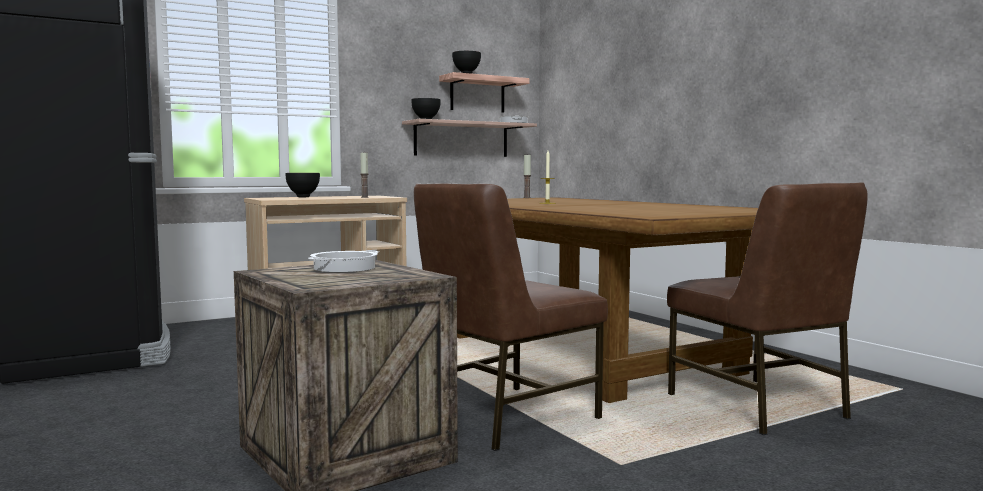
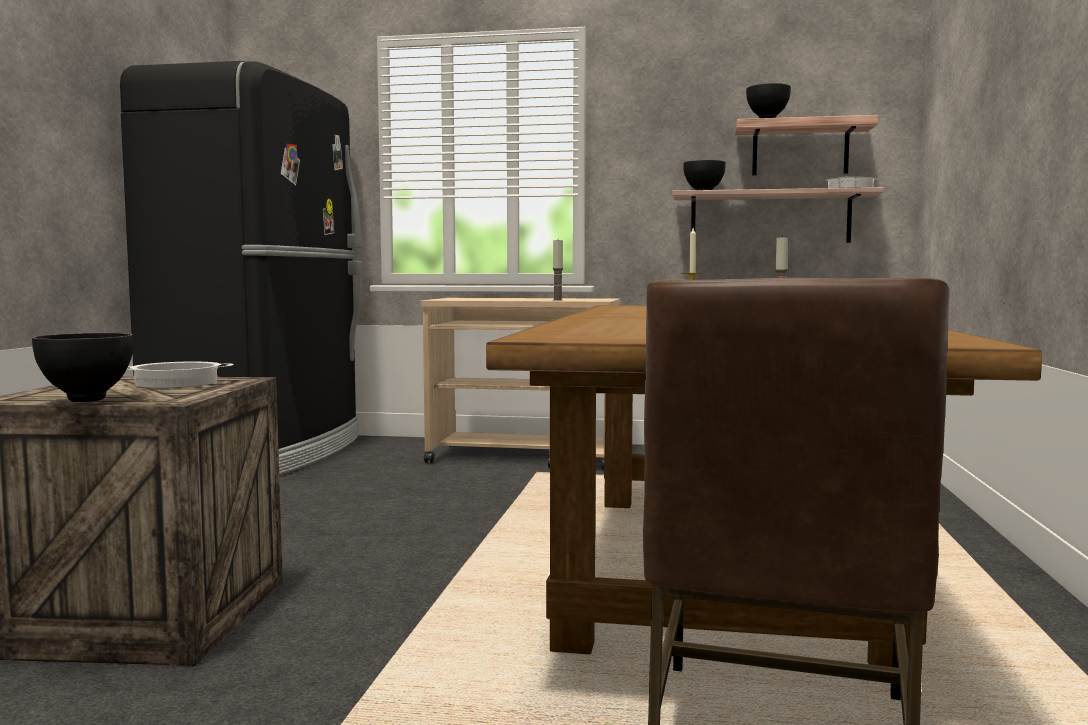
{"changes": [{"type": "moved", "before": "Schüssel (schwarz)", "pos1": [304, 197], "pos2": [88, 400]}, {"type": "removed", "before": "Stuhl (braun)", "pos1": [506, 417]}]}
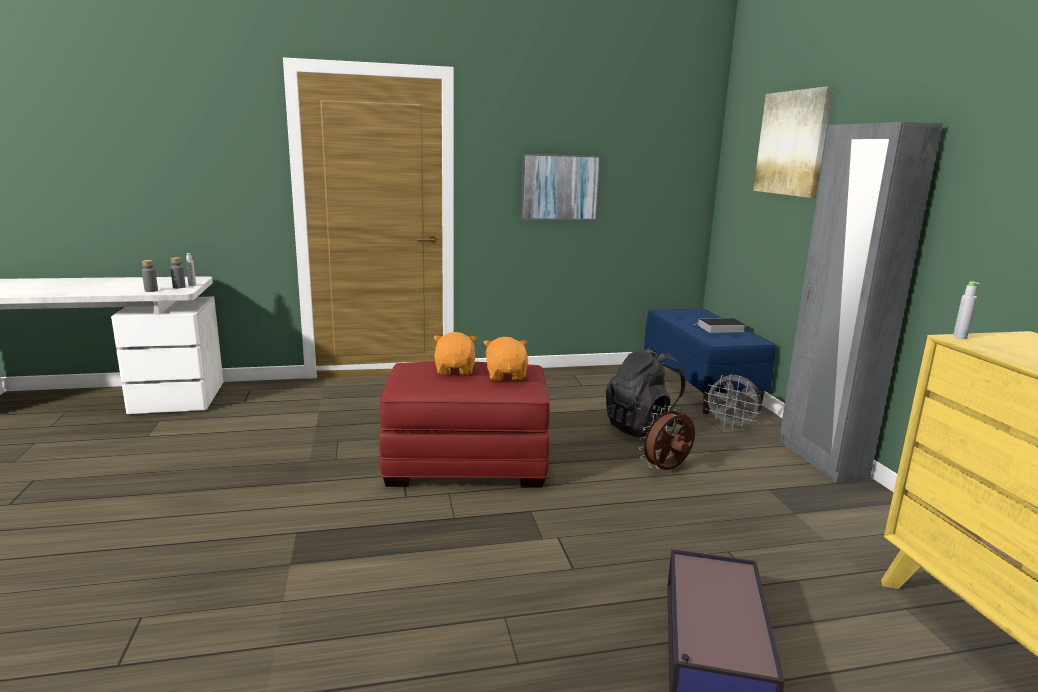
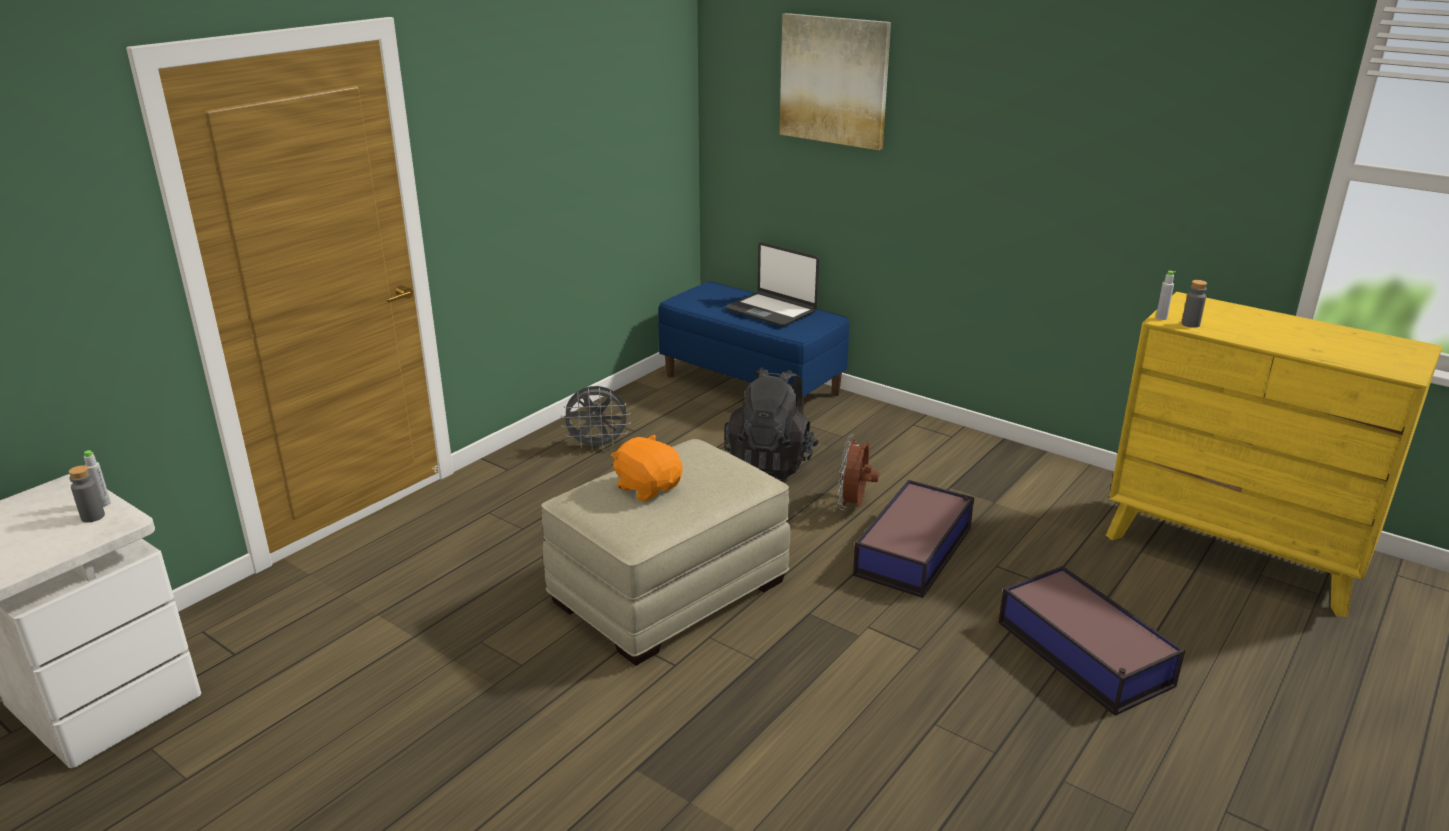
{"changes": [{"type": "moved", "before": "Flasche (grau)", "pos1": [151, 290], "pos2": [1190, 324]}, {"type": "recoloured", "before": "Polsterhocker (rot)", "after": "Polsterhocker (beige)", "pos1": [465, 462], "pos2": [669, 592]}, {"type": "removed", "before": "Plüschtier (orange)", "pos1": [506, 376]}, {"type": "removed", "before": "Bild", "pos1": [559, 187]}, {"type": "replaced", "before": "Buch", "after": "Laptop", "pos1": [719, 328], "pos2": [771, 310]}, {"type": "moved", "before": "Ventilator (grau)", "pos1": [731, 426], "pos2": [598, 446]}, {"type": "removed", "before": "Kleiderschrank (grau)", "pos1": [821, 460]}, {"type": "added", "after": "Aufbewahrungsbox", "pos2": [915, 550]}]}
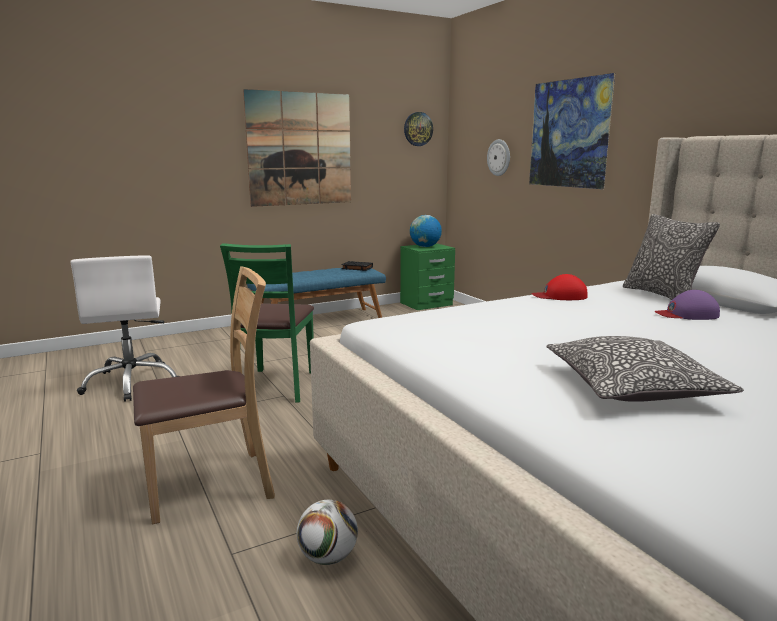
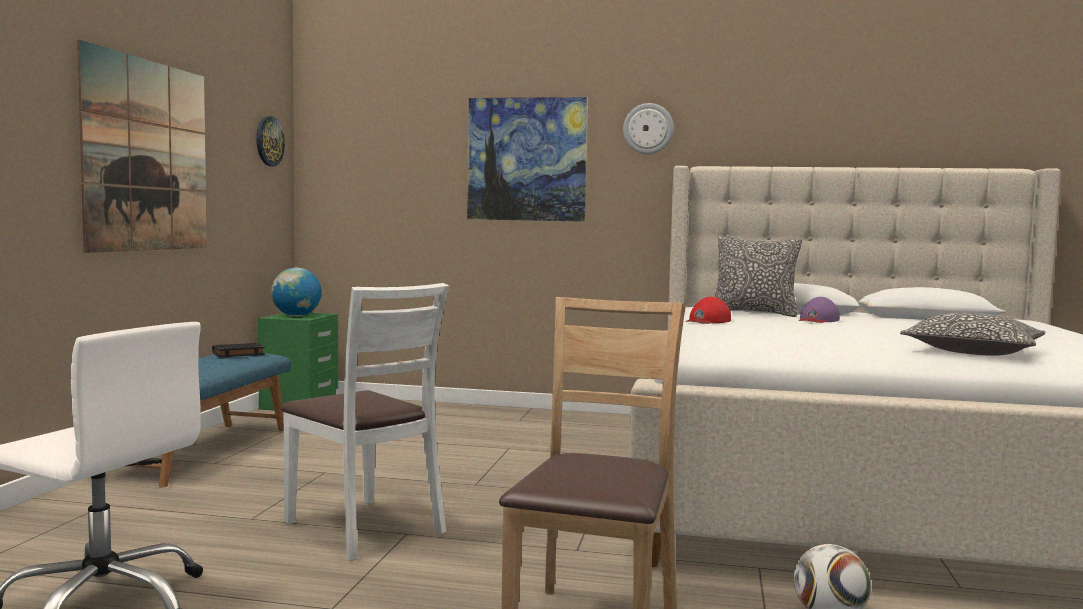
{"changes": [{"type": "recoloured", "before": "Stuhl (grün)", "after": "Stuhl (weiß)", "pos1": [276, 385], "pos2": [364, 528]}, {"type": "moved", "before": "Wanduhr", "pos1": [499, 157], "pos2": [648, 129]}]}
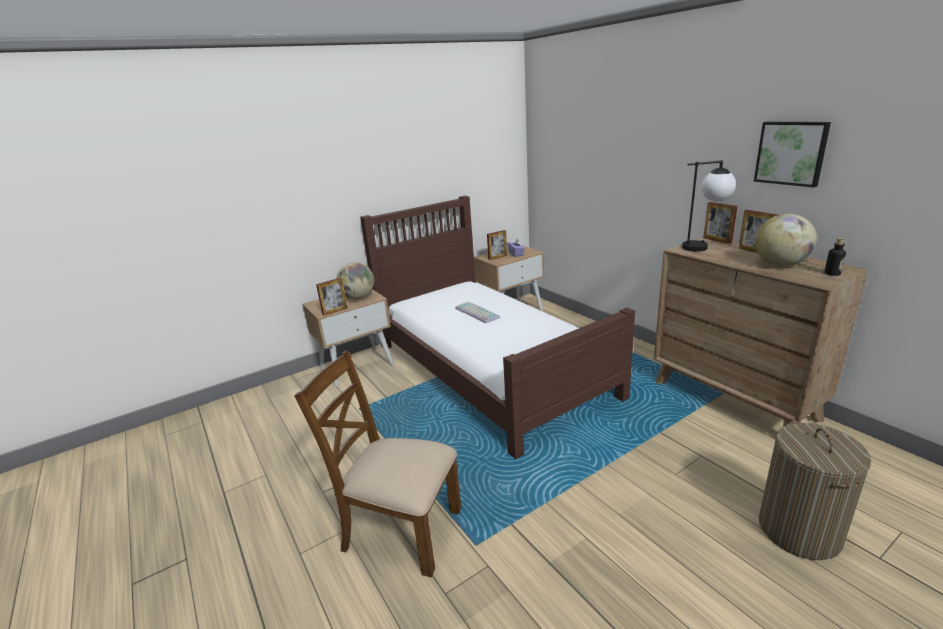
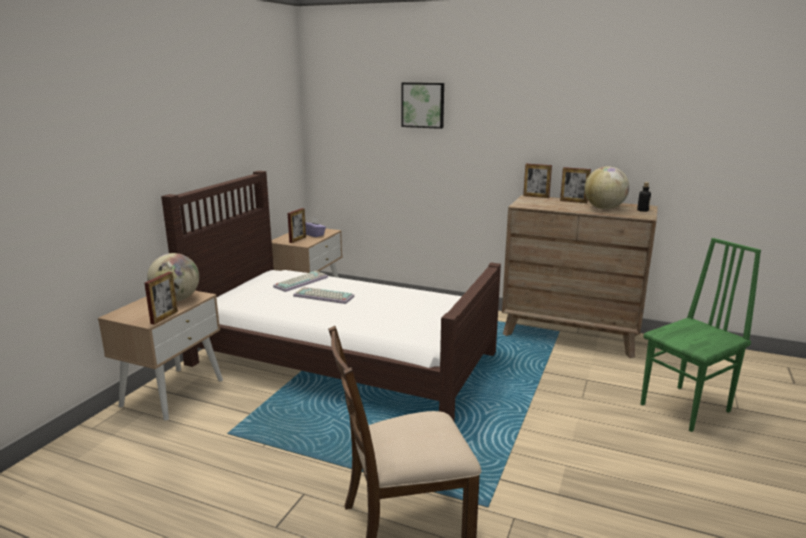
{"changes": [{"type": "removed", "before": "Tischlampe", "pos1": [704, 246]}, {"type": "moved", "before": "Bild", "pos1": [791, 153], "pos2": [423, 105]}, {"type": "replaced", "before": "Wäschekorb", "after": "Stuhl (grün)", "pos1": [799, 531], "pos2": [686, 408]}, {"type": "added", "after": "Tastatur", "pos2": [301, 281]}]}
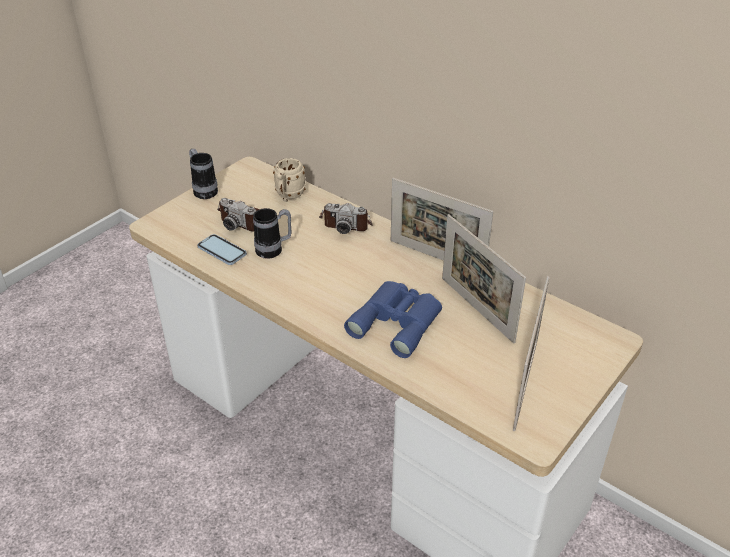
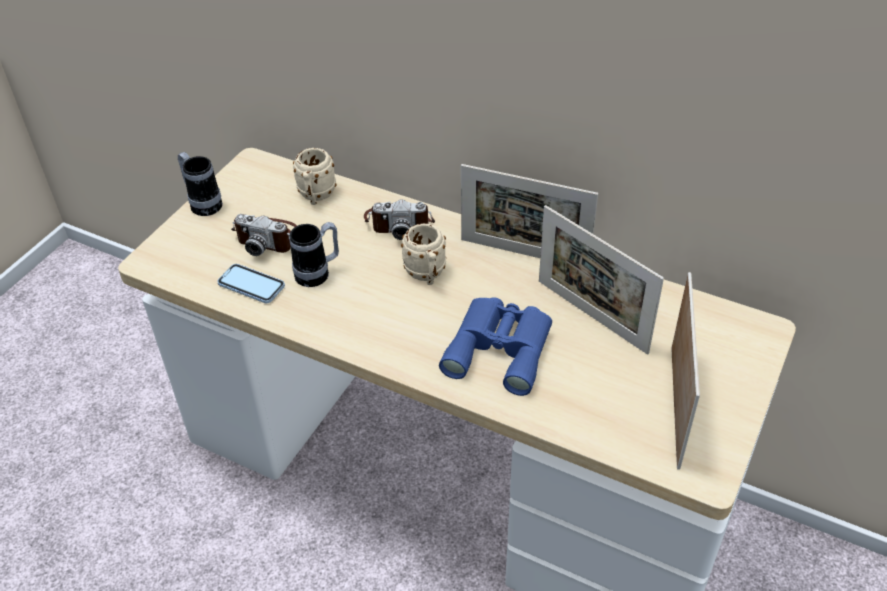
{"changes": [{"type": "added", "after": "Henkelbecher (beige)", "pos2": [427, 275]}]}
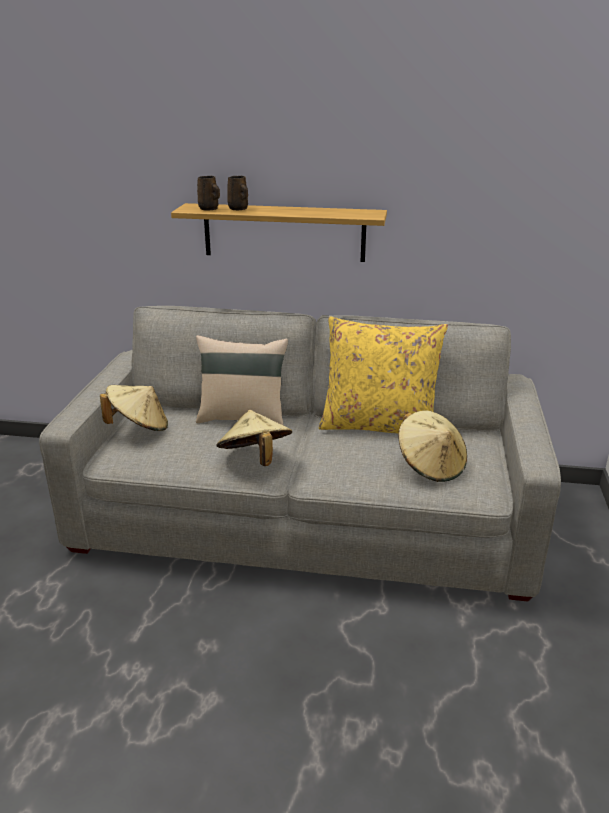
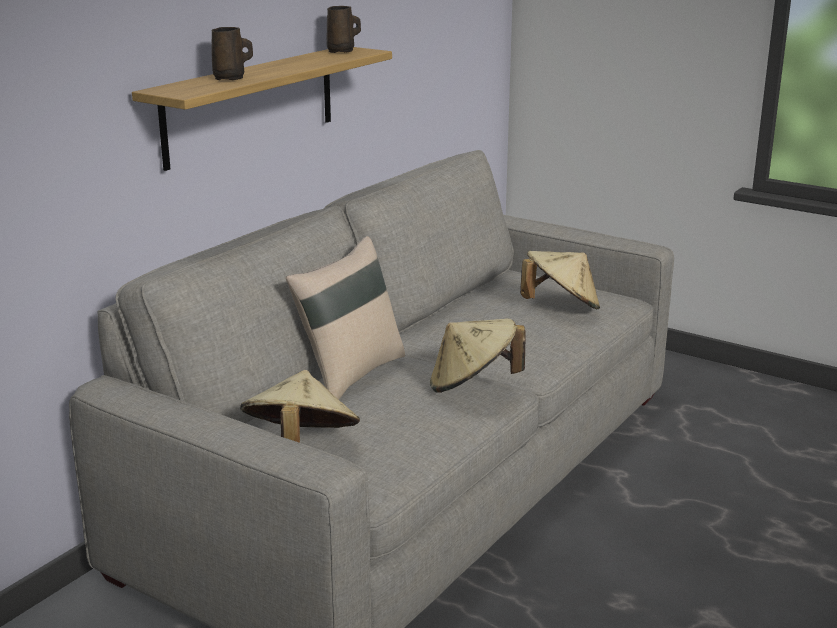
{"changes": [{"type": "moved", "before": "Henkelbecher (braun)", "pos1": [209, 209], "pos2": [342, 51]}, {"type": "removed", "before": "Kissen (gelb)", "pos1": [379, 425]}]}
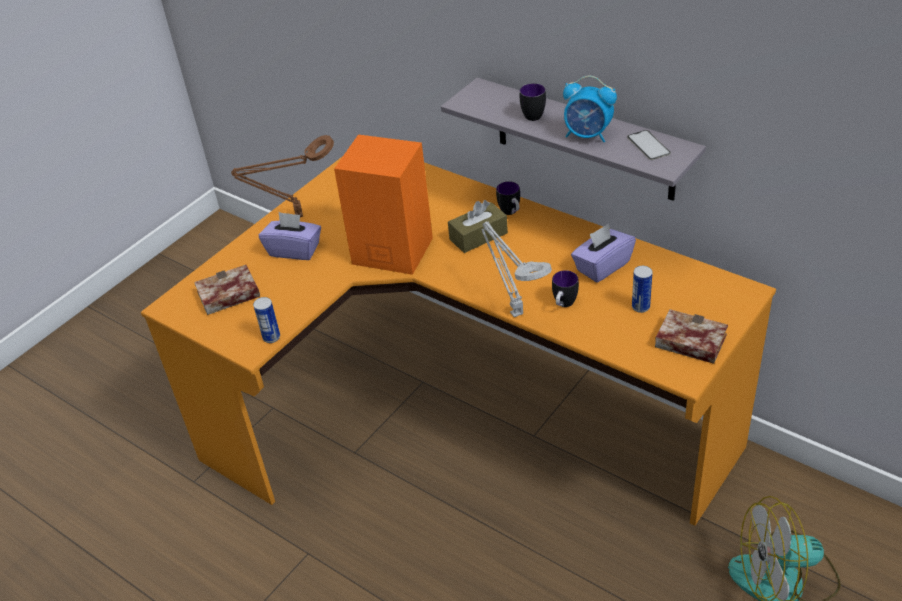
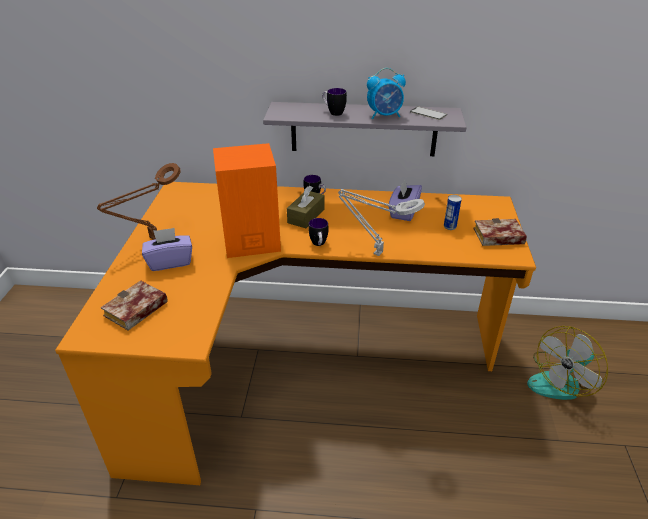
{"changes": [{"type": "removed", "before": "Dose", "pos1": [271, 337]}, {"type": "moved", "before": "Henkelbecher", "pos1": [563, 305], "pos2": [319, 244]}]}
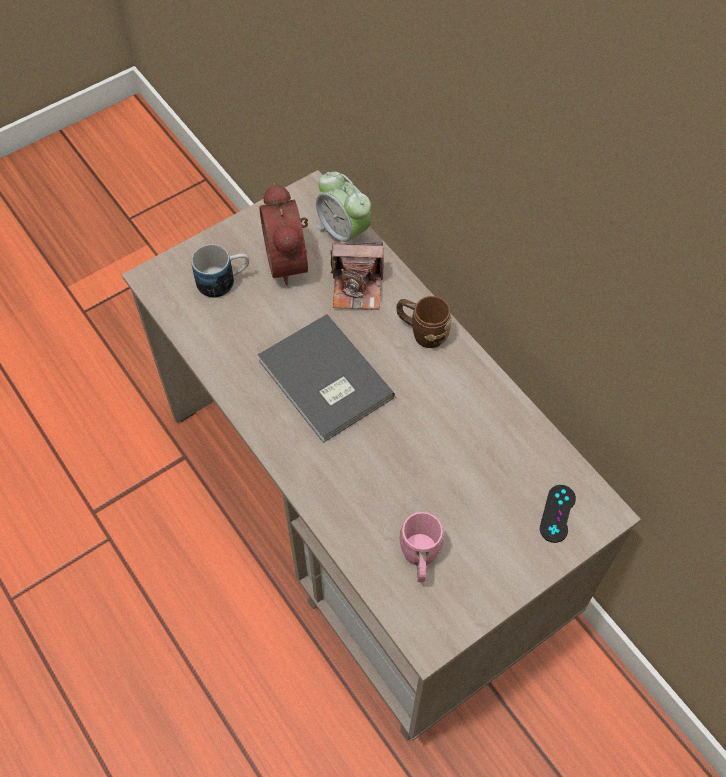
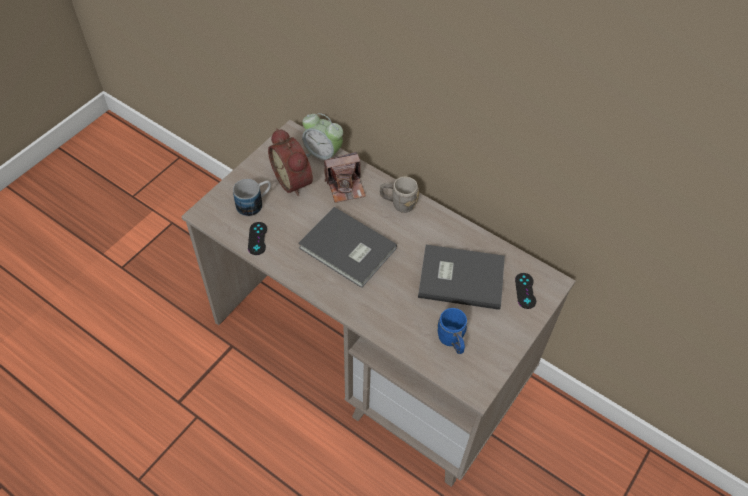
{"changes": [{"type": "recoloured", "before": "Henkelbecher (braun)", "after": "Henkelbecher (grau)", "pos1": [422, 332], "pos2": [398, 204]}, {"type": "recoloured", "before": "Henkelbecher (rosa)", "after": "Henkelbecher (blau)", "pos1": [420, 558], "pos2": [452, 341]}, {"type": "added", "after": "Gamepad (schwarz)", "pos2": [257, 238]}, {"type": "added", "after": "Buch (grau)", "pos2": [460, 277]}]}
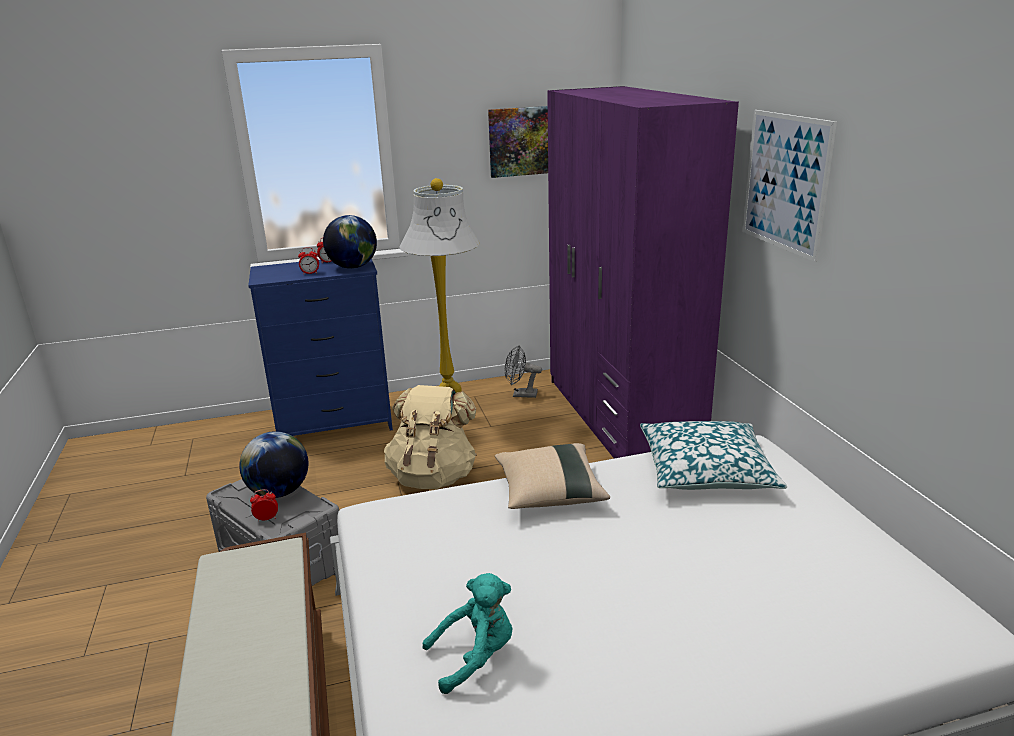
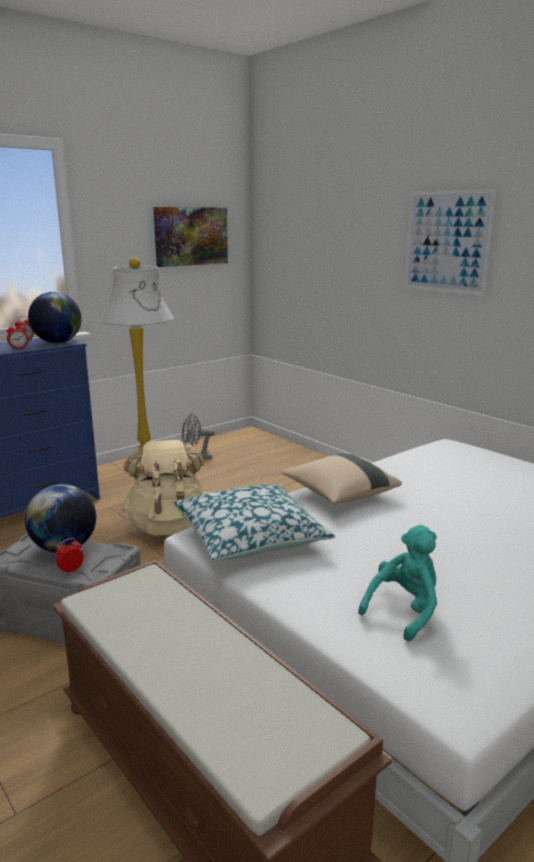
{"changes": [{"type": "removed", "before": "Kleiderschrank (lila)", "pos1": [620, 418]}, {"type": "moved", "before": "Kissen", "pos1": [706, 470], "pos2": [250, 536]}]}
